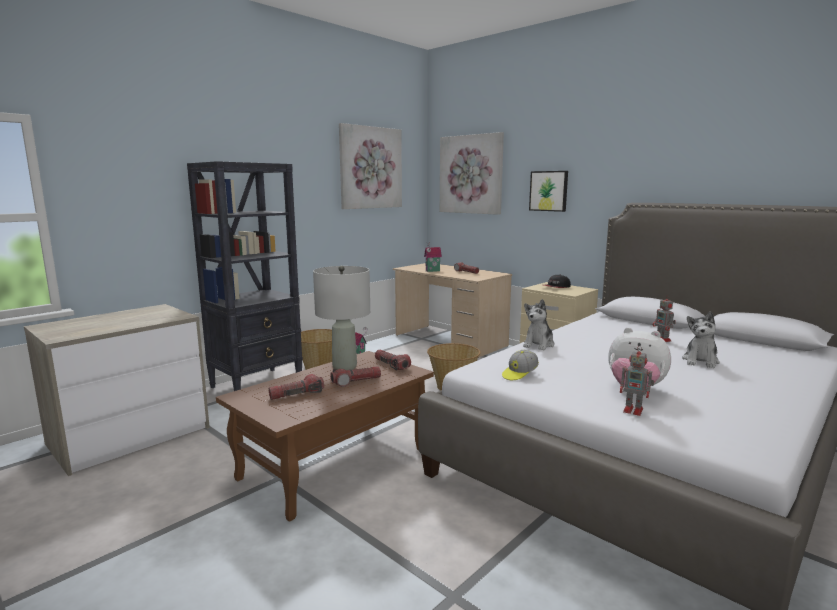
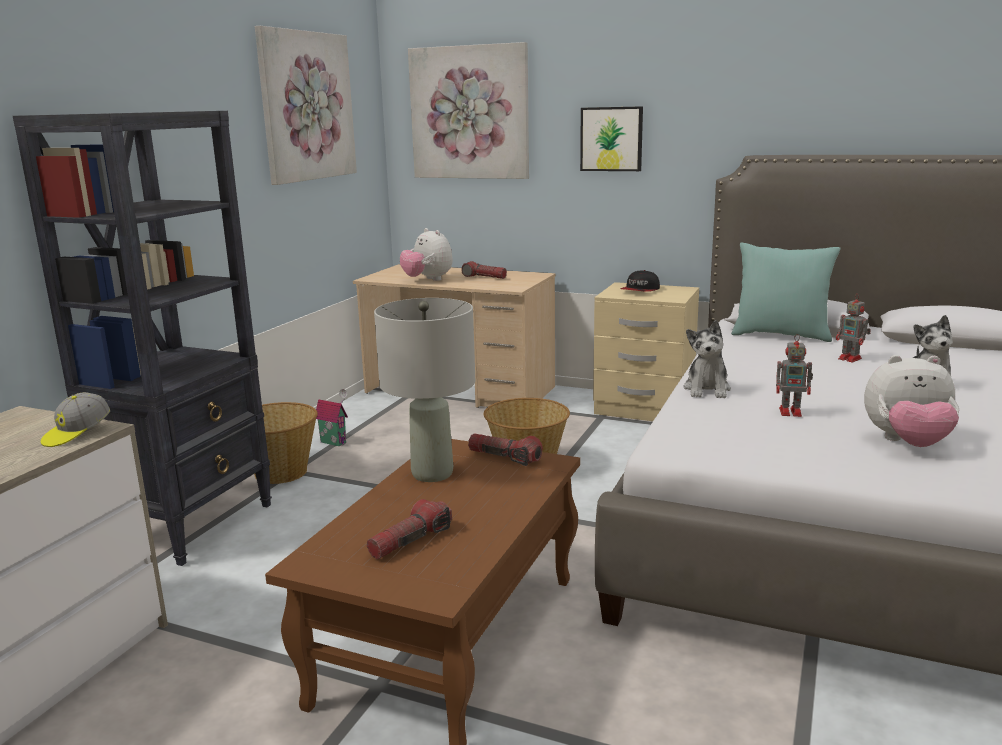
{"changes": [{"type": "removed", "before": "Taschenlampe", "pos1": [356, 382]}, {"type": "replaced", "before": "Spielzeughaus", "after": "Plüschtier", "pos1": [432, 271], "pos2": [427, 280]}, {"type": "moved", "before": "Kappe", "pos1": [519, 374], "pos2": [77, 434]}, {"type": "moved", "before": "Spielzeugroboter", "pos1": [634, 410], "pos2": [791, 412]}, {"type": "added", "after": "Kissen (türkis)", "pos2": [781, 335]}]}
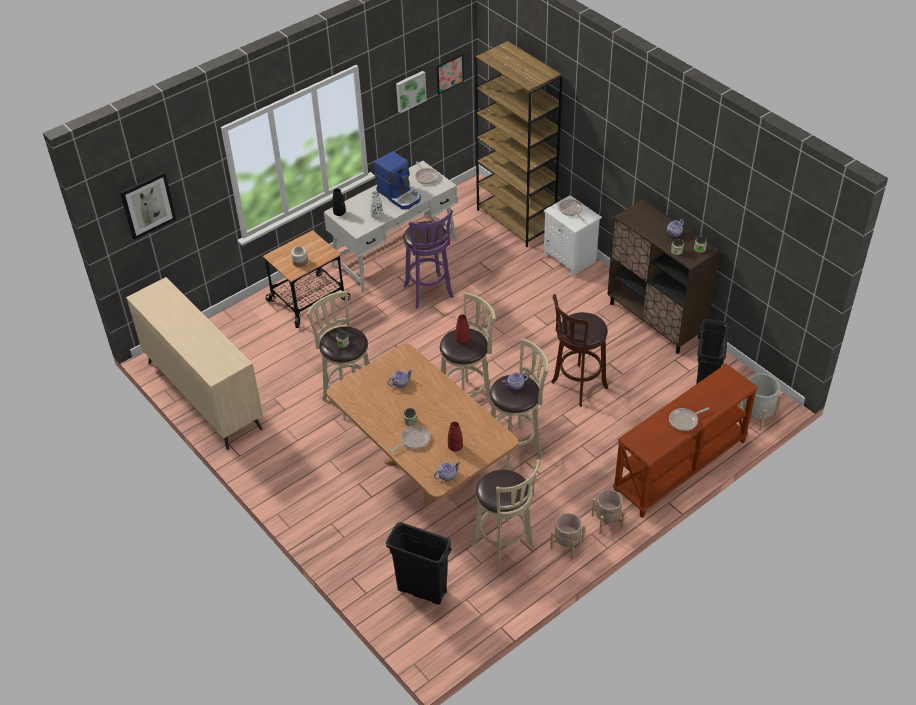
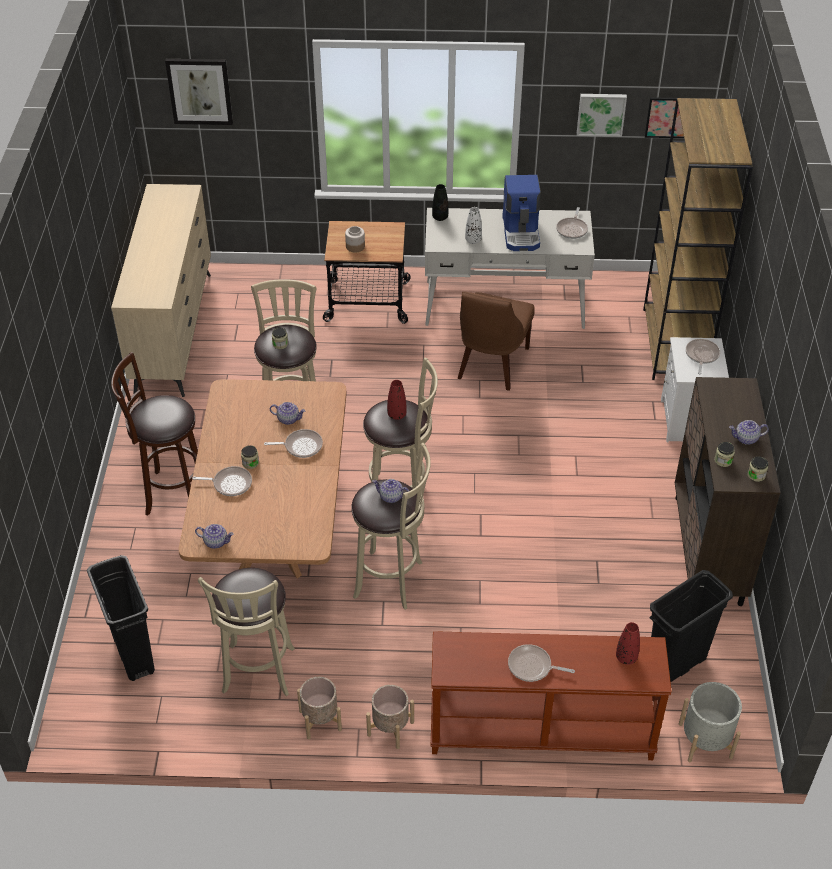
{"changes": [{"type": "replaced", "before": "Hocker (lila)", "after": "Stuhl (braun)", "pos1": [429, 293], "pos2": [491, 365]}, {"type": "moved", "before": "Vase (rot)", "pos1": [455, 447], "pos2": [626, 657]}, {"type": "moved", "before": "Hocker (braun)", "pos1": [577, 387], "pos2": [171, 493]}, {"type": "added", "after": "Pfanne", "pos2": [301, 446]}]}
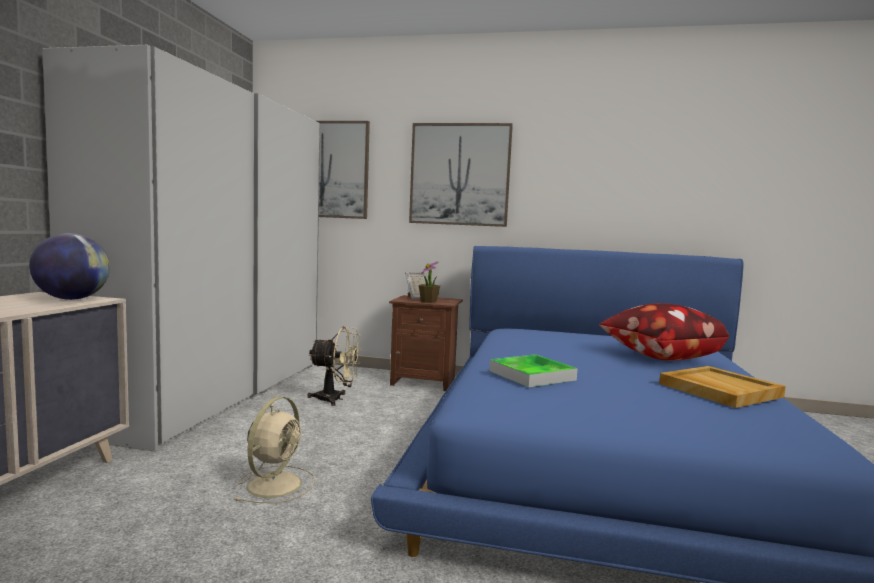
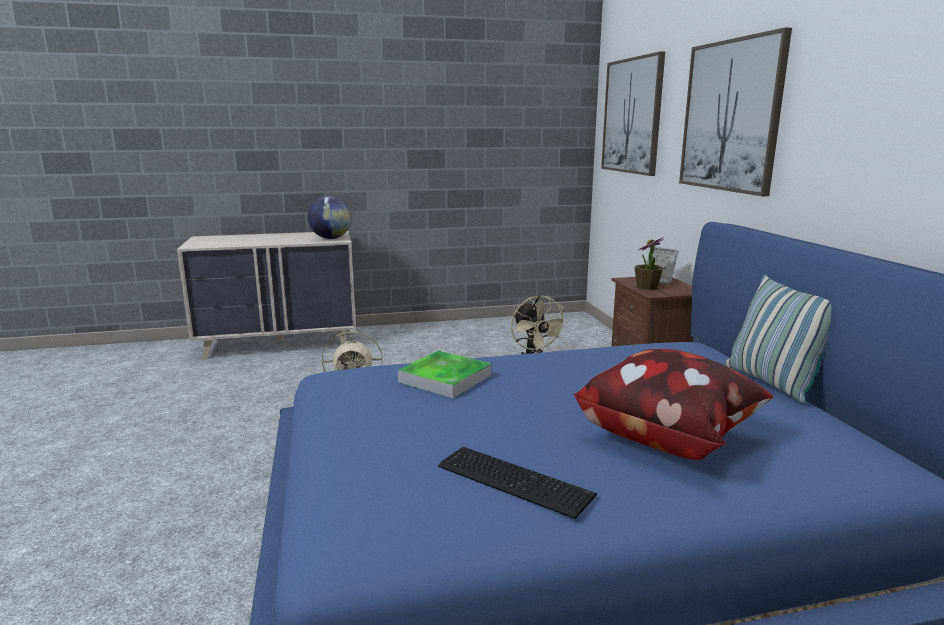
{"changes": [{"type": "removed", "before": "Kleiderschrank (weiß)", "pos1": [215, 393]}, {"type": "replaced", "before": "Tablett (beige)", "after": "Tastatur", "pos1": [718, 390], "pos2": [514, 478]}, {"type": "added", "after": "Kissen", "pos2": [771, 382]}]}
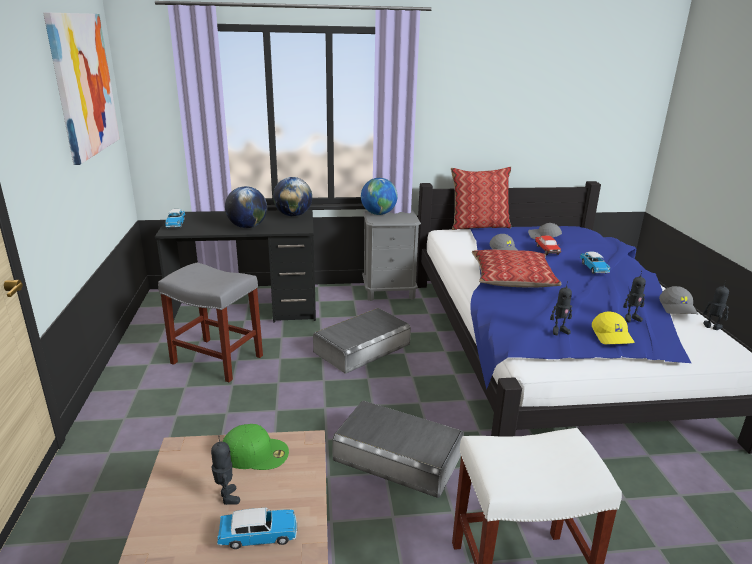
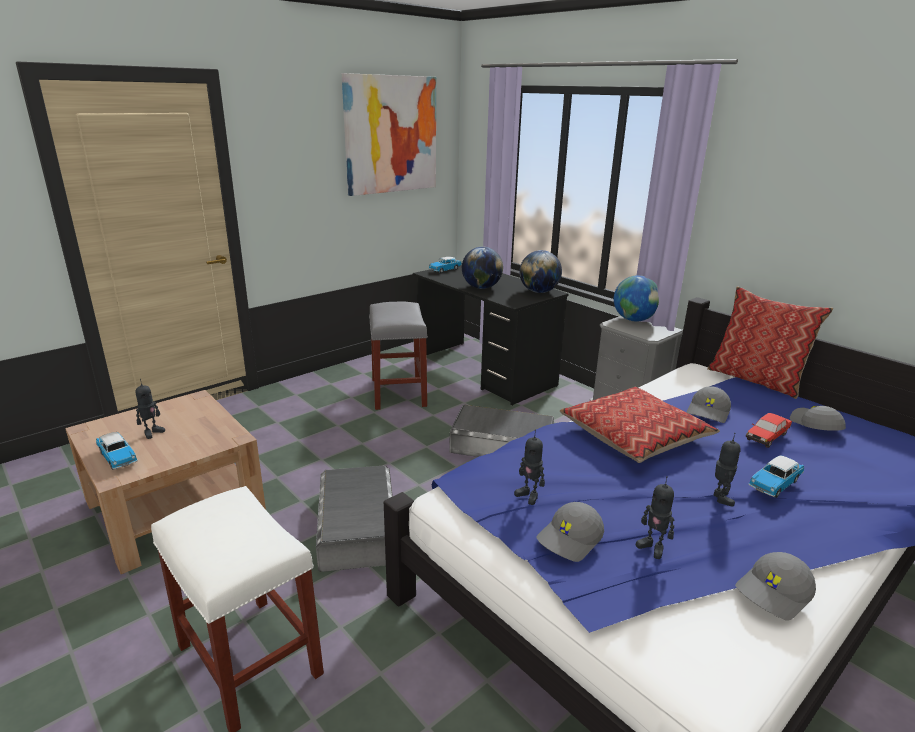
{"changes": [{"type": "removed", "before": "Kappe (grün)", "pos1": [256, 453]}, {"type": "recoloured", "before": "Kappe (gelb)", "after": "Kappe (grau)", "pos1": [612, 336], "pos2": [570, 539]}, {"type": "moved", "before": "Spielzeugroboter", "pos1": [711, 327], "pos2": [720, 498]}]}
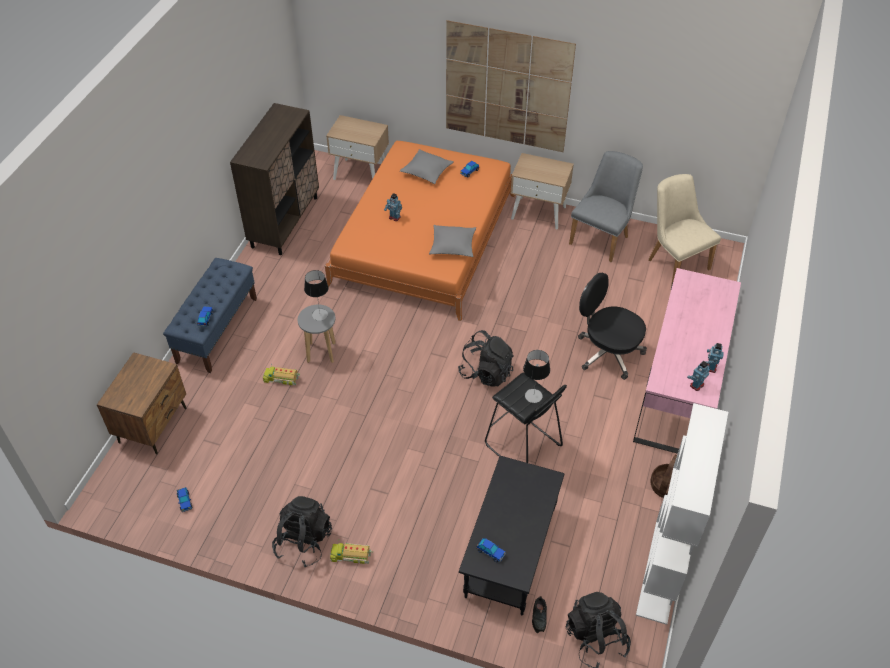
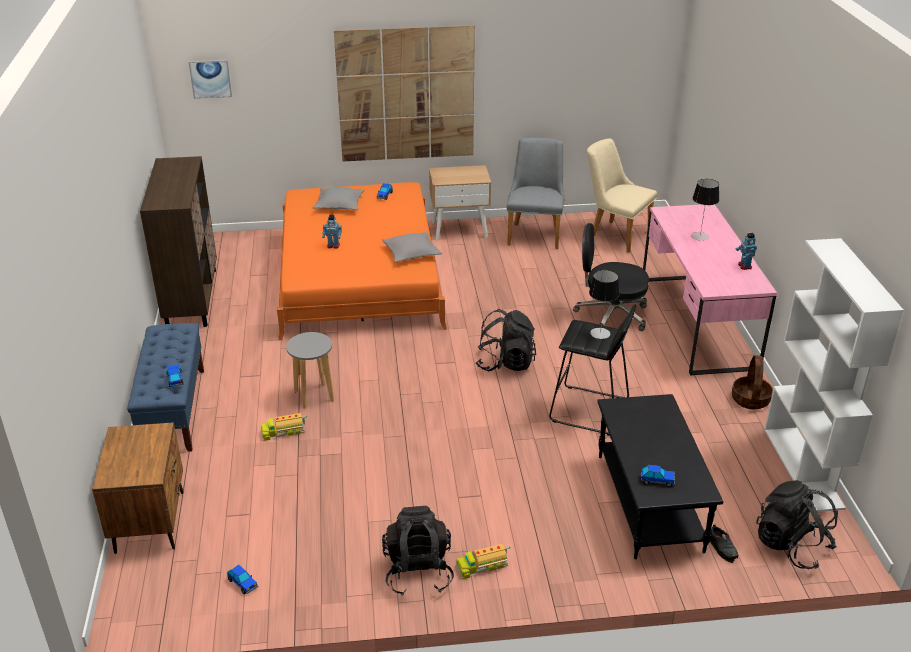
{"changes": [{"type": "moved", "before": "Tischlampe", "pos1": [320, 314], "pos2": [700, 236]}, {"type": "removed", "before": "Nachttisch (beige)", "pos1": [361, 173]}, {"type": "removed", "before": "Spielzeugroboter", "pos1": [696, 385]}, {"type": "added", "after": "Bild", "pos2": [210, 78]}]}
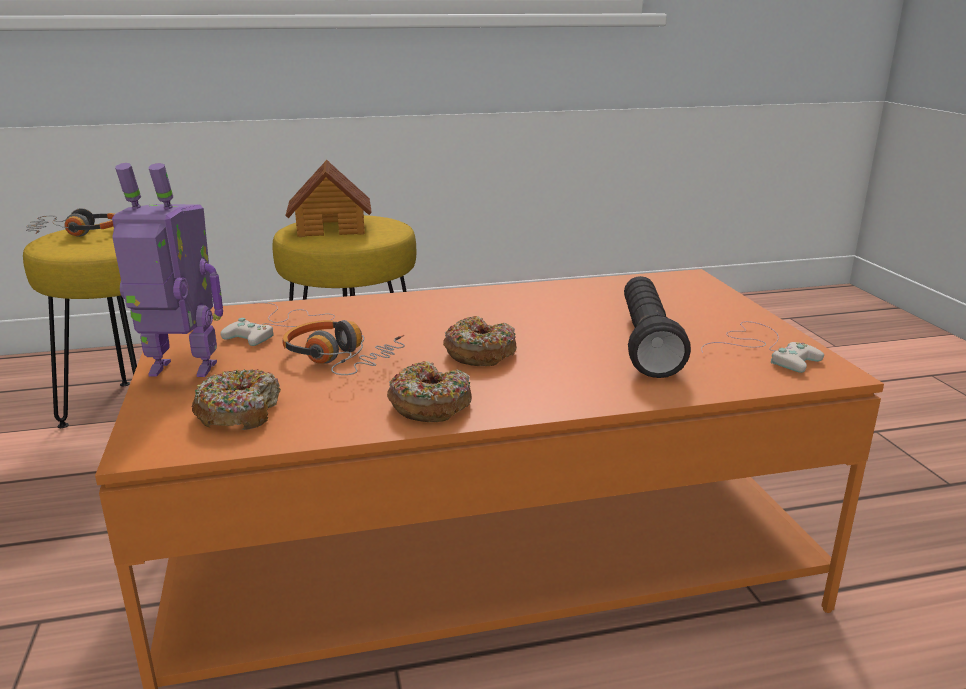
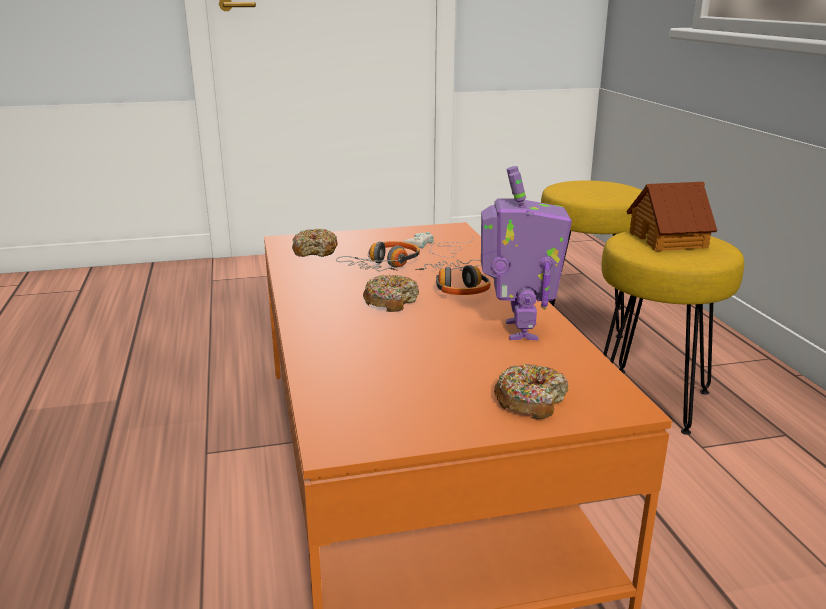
{"changes": [{"type": "moved", "before": "Kopfhörer", "pos1": [75, 233], "pos2": [457, 286]}, {"type": "moved", "before": "Spielzeugroboter", "pos1": [182, 371], "pos2": [518, 330]}, {"type": "moved", "before": "Donut", "pos1": [430, 405], "pos2": [530, 401]}, {"type": "removed", "before": "Taschenlampe (schwarz)", "pos1": [646, 344]}, {"type": "removed", "before": "Gamepad (weiß)", "pos1": [761, 349]}]}
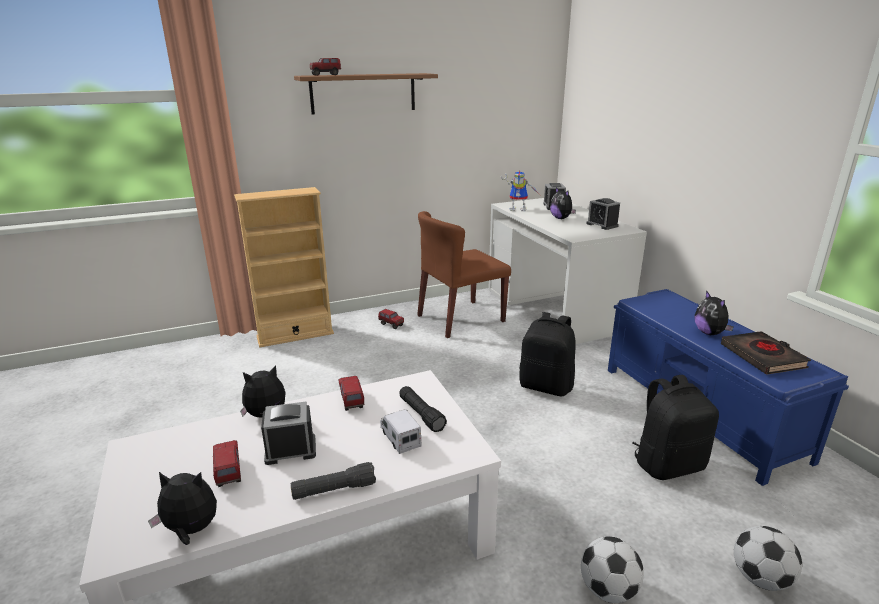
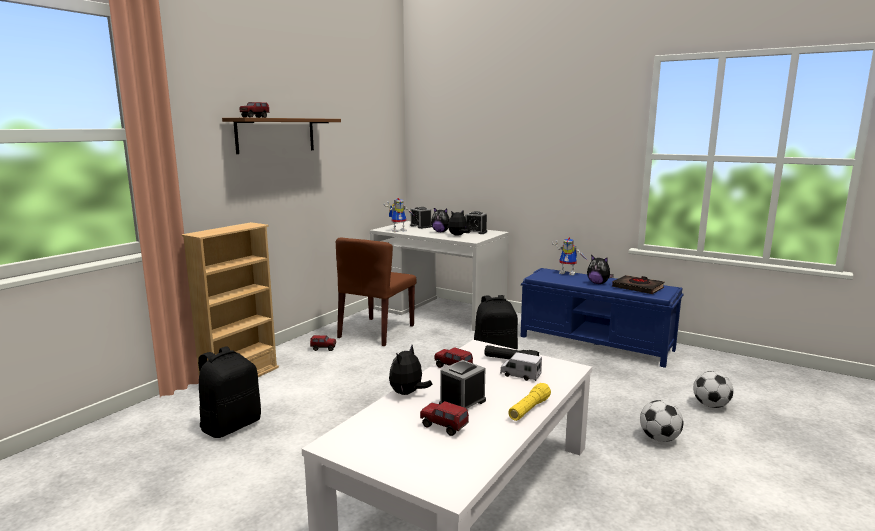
{"changes": [{"type": "moved", "before": "Plüschtier", "pos1": [191, 530], "pos2": [458, 235]}, {"type": "recoloured", "before": "Taschenlampe (schwarz)", "after": "Taschenlampe (gelb)", "pos1": [334, 490], "pos2": [529, 409]}, {"type": "moved", "before": "Rucksack (schwarz)", "pos1": [668, 464], "pos2": [231, 425]}, {"type": "added", "after": "Spielzeugroboter", "pos2": [569, 273]}]}
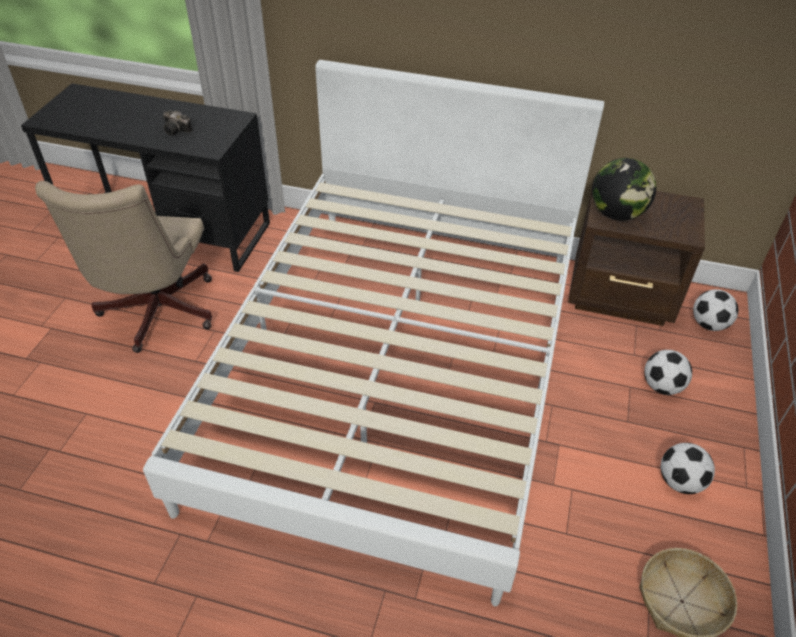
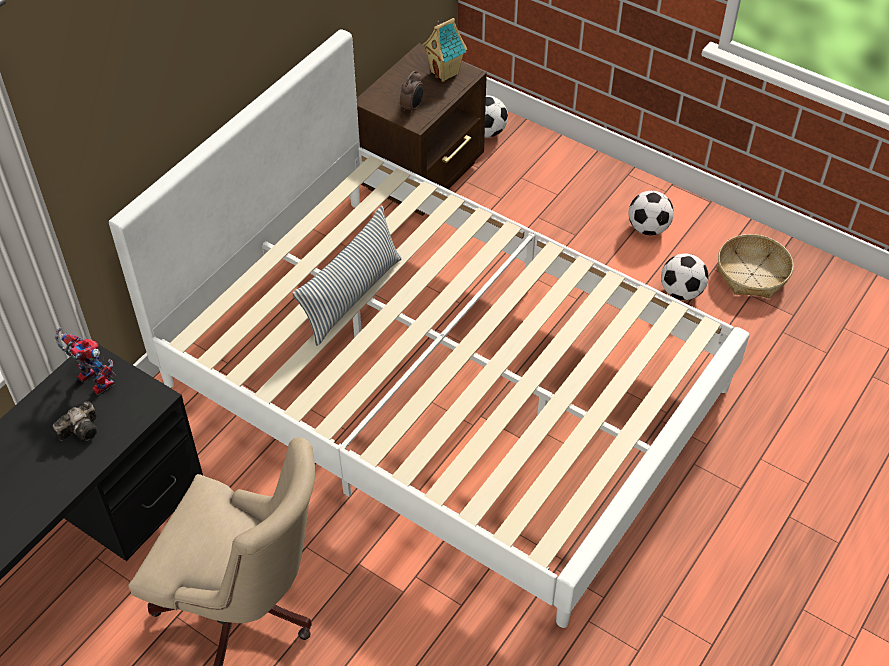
{"changes": [{"type": "replaced", "before": "Globus", "after": "Wecker", "pos1": [616, 214], "pos2": [412, 108]}, {"type": "moved", "before": "Fußball", "pos1": [662, 386], "pos2": [681, 292]}, {"type": "added", "after": "Spielzeugroboter", "pos2": [91, 380]}, {"type": "added", "after": "Kissen", "pos2": [352, 296]}, {"type": "added", "after": "Spielzeughaus", "pos2": [445, 73]}]}
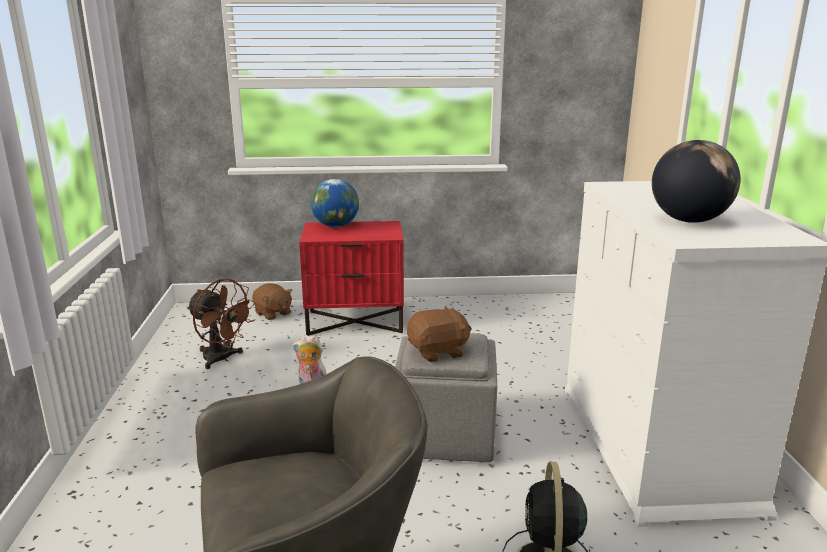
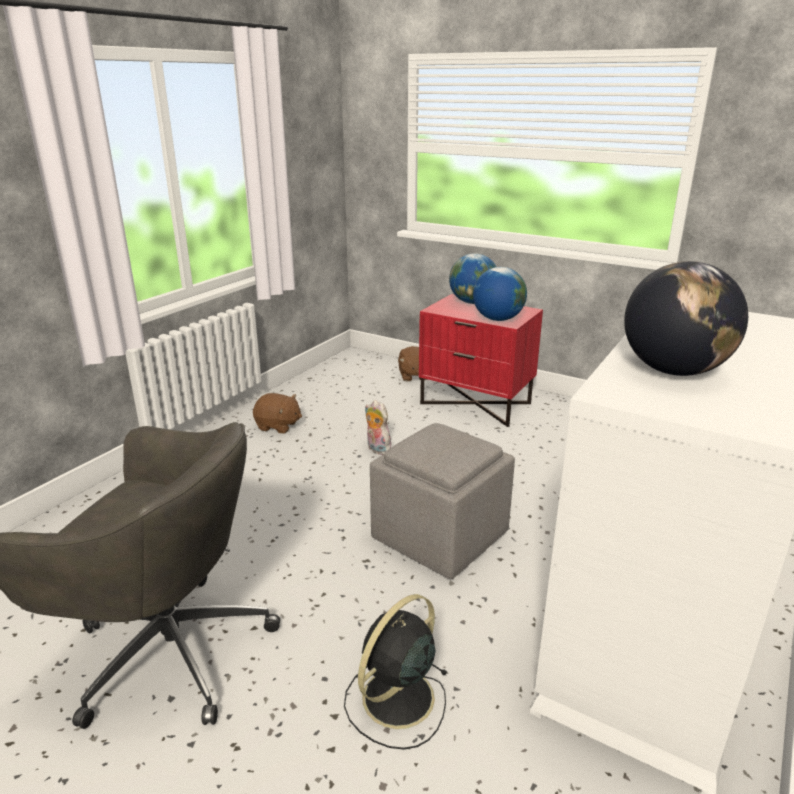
{"changes": [{"type": "removed", "before": "Ventilator (braun)", "pos1": [222, 359]}, {"type": "moved", "before": "Plüschtier (braun)", "pos1": [438, 352], "pos2": [278, 426]}, {"type": "added", "after": "Globus", "pos2": [498, 319]}]}
